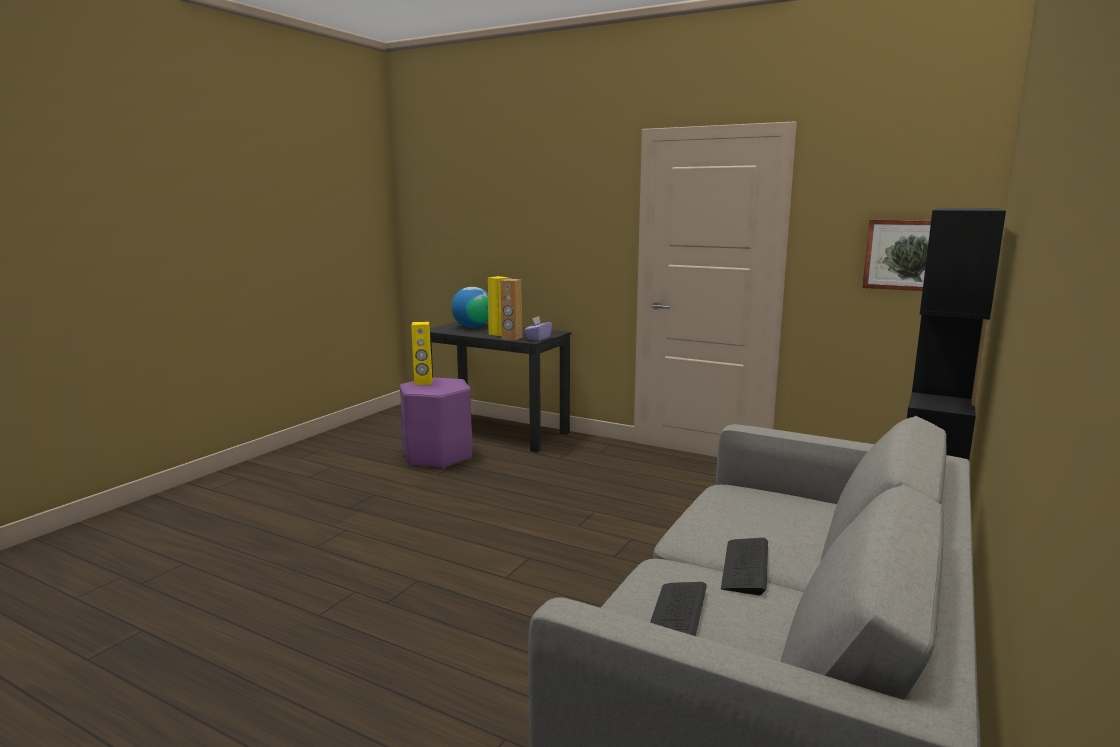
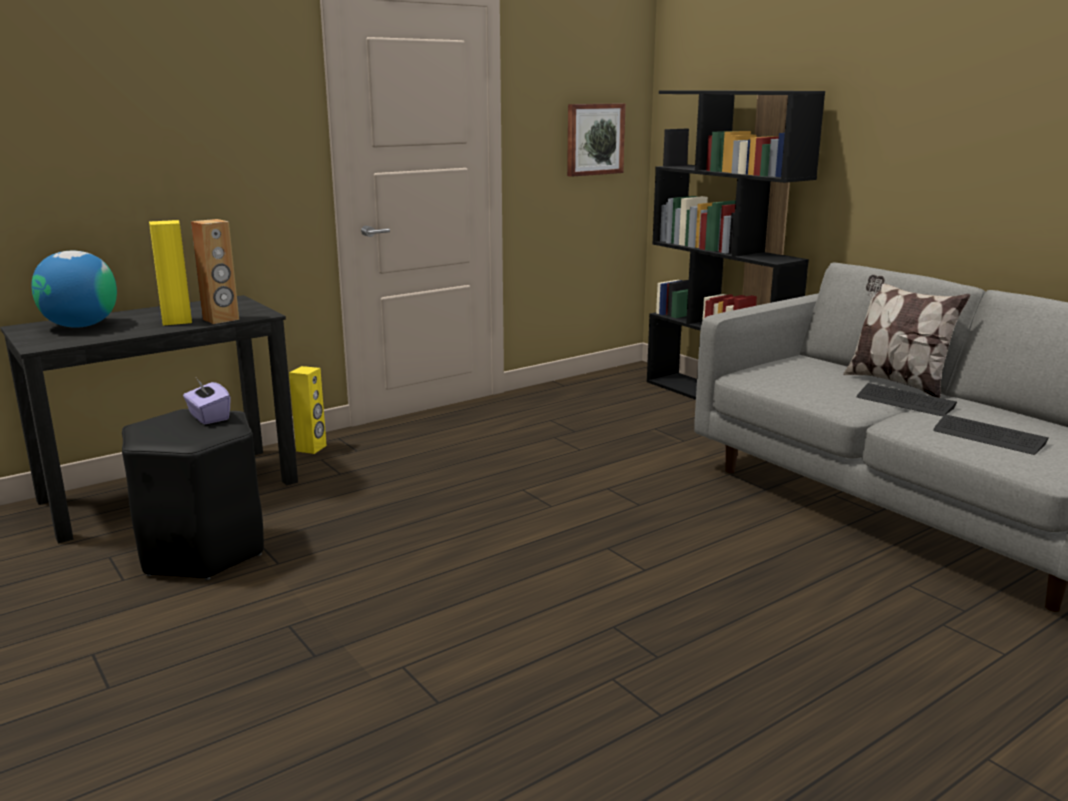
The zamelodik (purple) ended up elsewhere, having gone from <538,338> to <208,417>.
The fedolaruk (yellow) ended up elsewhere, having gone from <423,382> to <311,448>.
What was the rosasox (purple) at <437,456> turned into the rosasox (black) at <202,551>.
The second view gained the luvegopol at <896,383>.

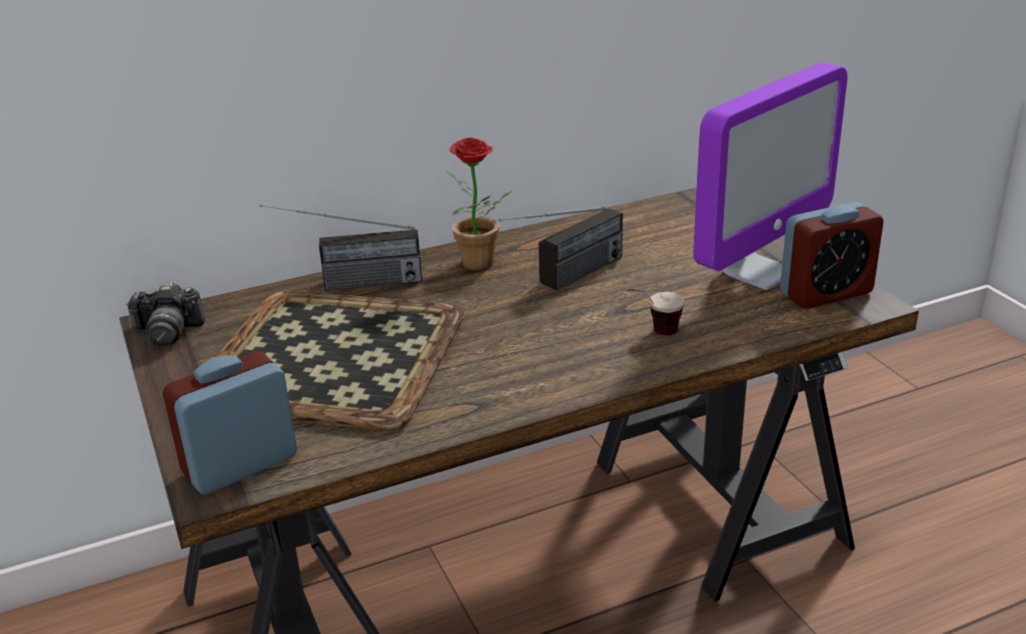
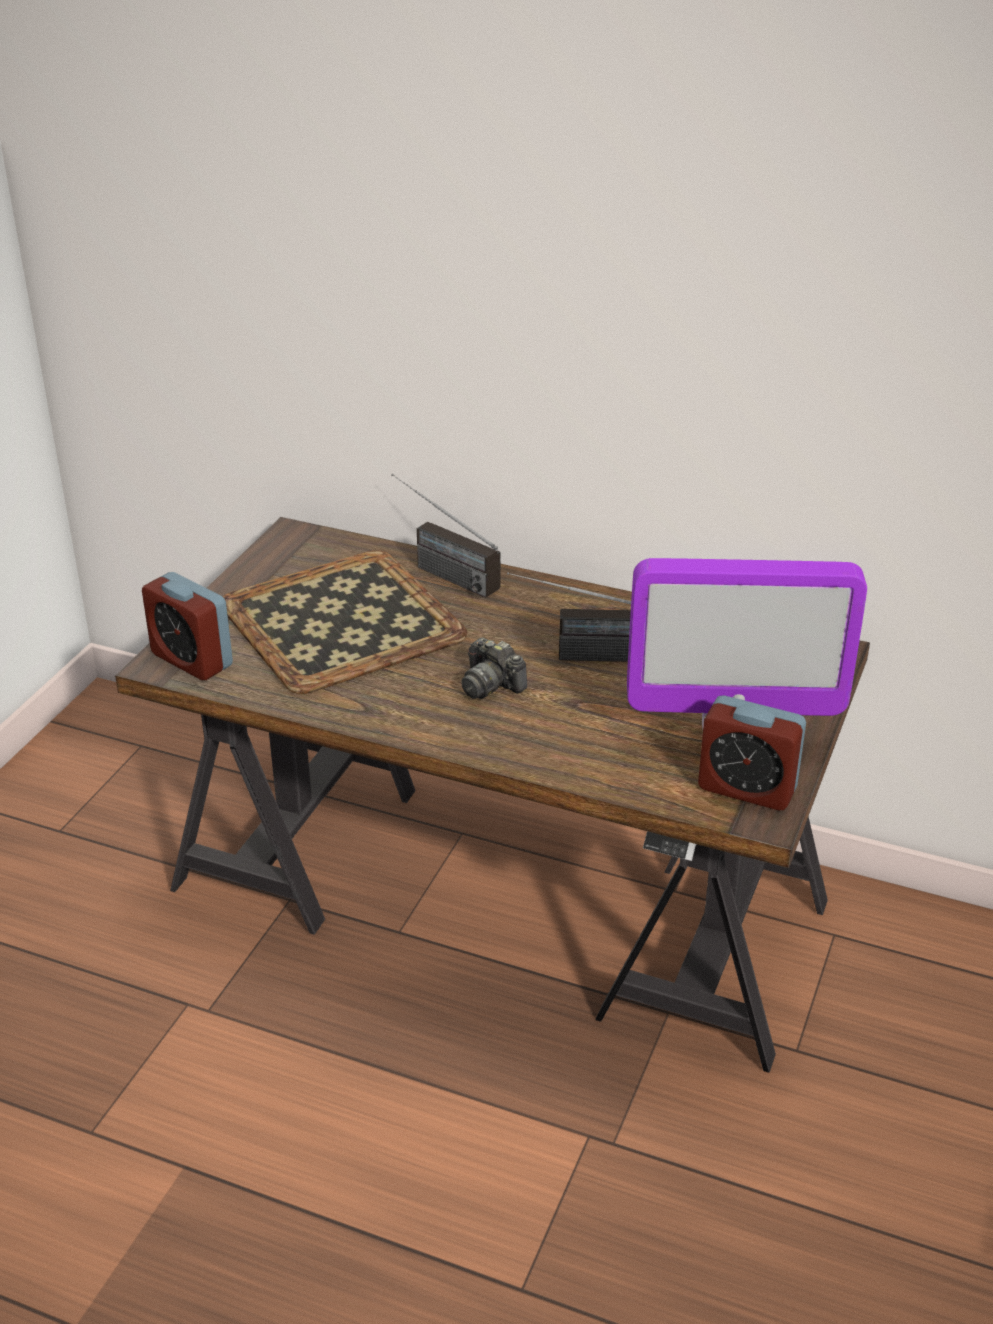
The second view lost the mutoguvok at <480,266>.
The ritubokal ended up elsewhere, having gone from <168,331> to <491,684>.
The second view lost the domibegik at <653,333>.
The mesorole at <240,465> ended up facing another way, 150 degrees counterclockwise from before.

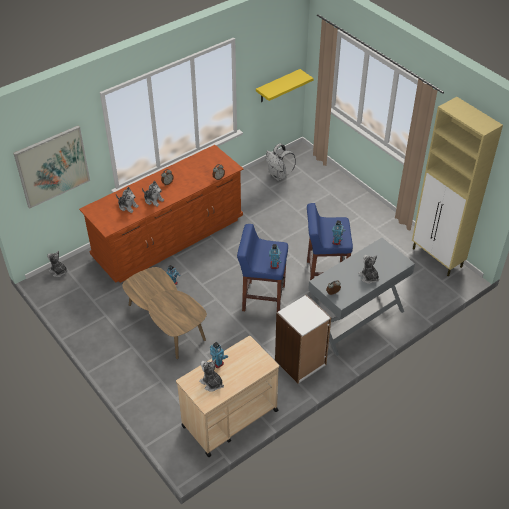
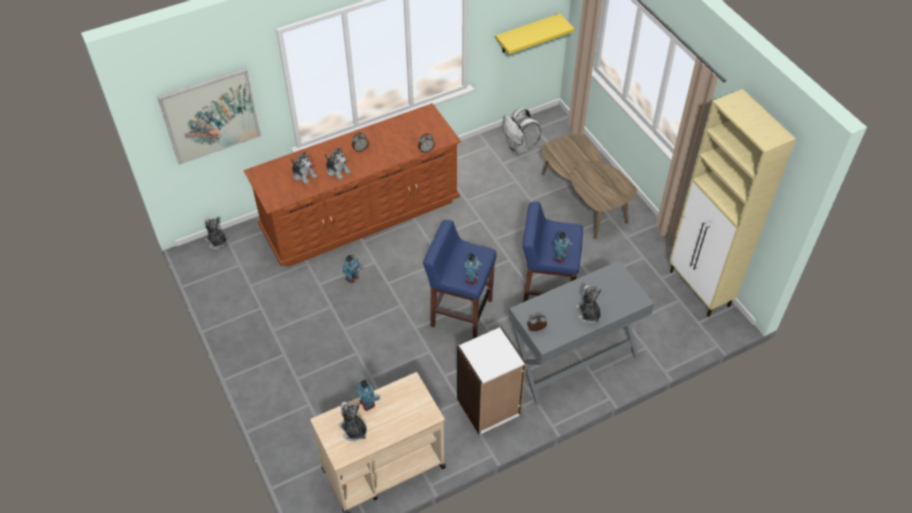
The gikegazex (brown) ended up elsewhere, having gone from <166,323> to <583,199>.

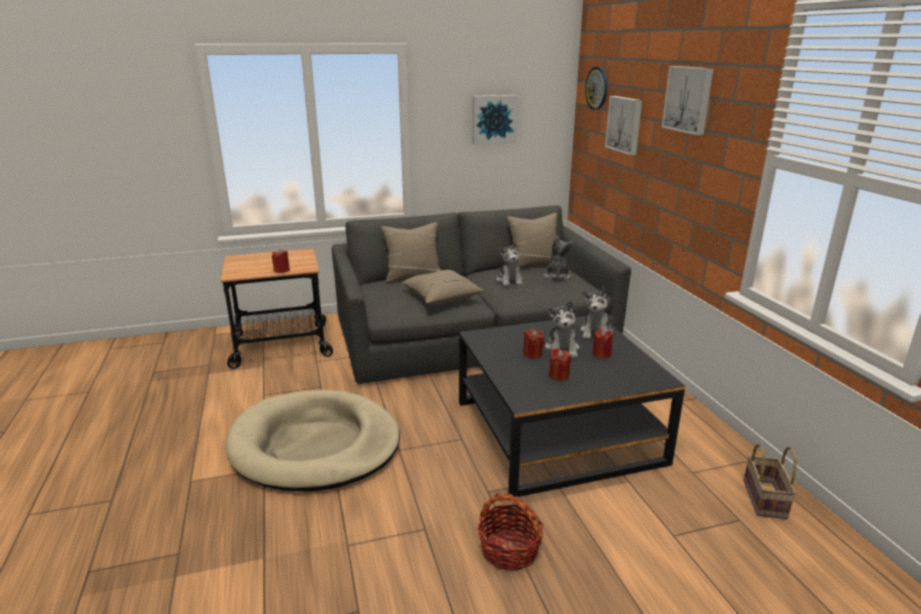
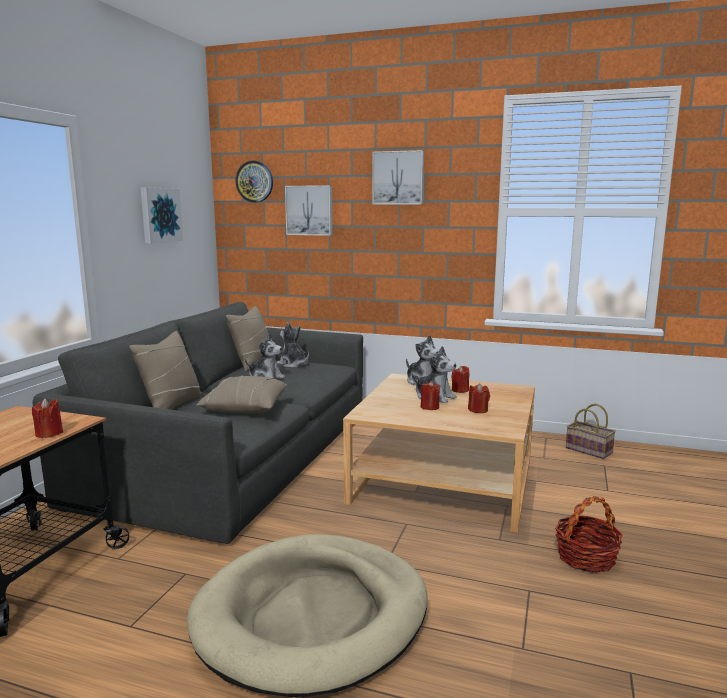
What was the gikegazex (black) at <557,431> turned into the gikegazex (beige) at <444,480>.

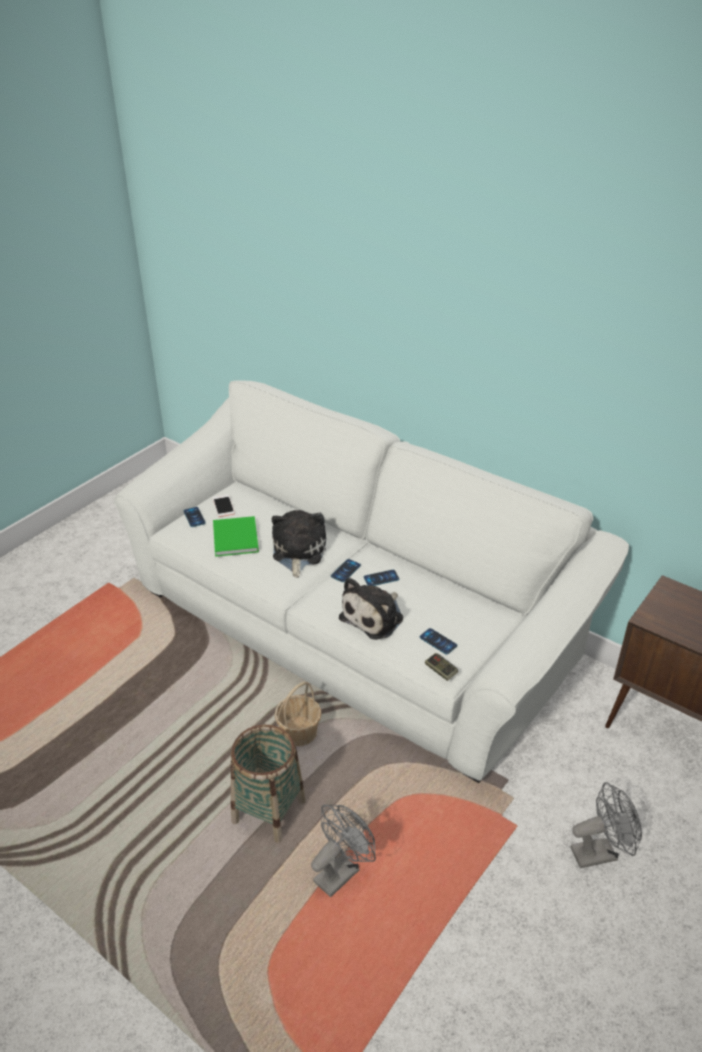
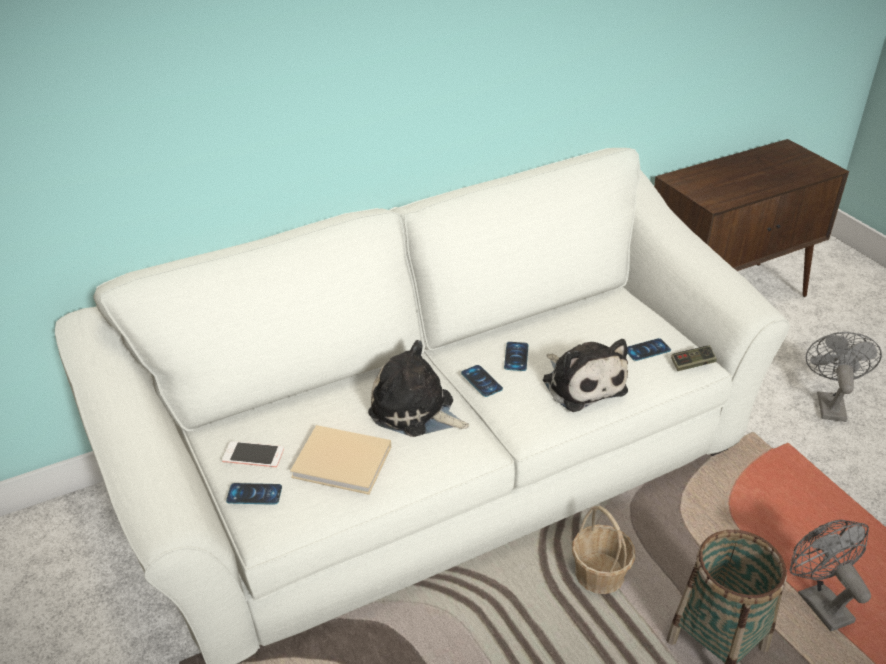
What was the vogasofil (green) at <235,539> turned into the vogasofil (beige) at <344,462>.

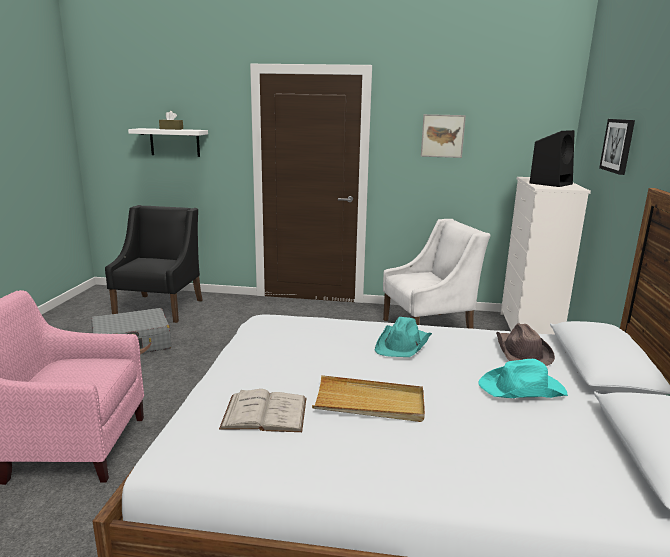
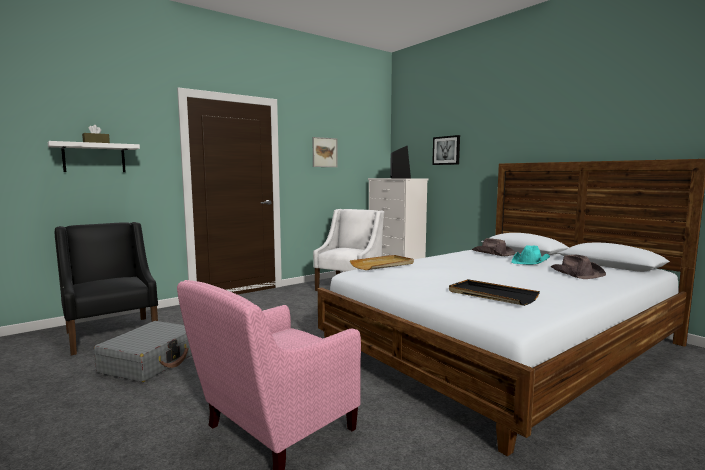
The second view lost the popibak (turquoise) at <403,344>.
The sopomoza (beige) ended up elsewhere, having gone from <369,403> to <383,265>.
Where the vogasofil (white) stood at <265,413>, the sopomoza (black) came to stand at <491,295>.
The second view gained the popibak (brown) at <577,273>.

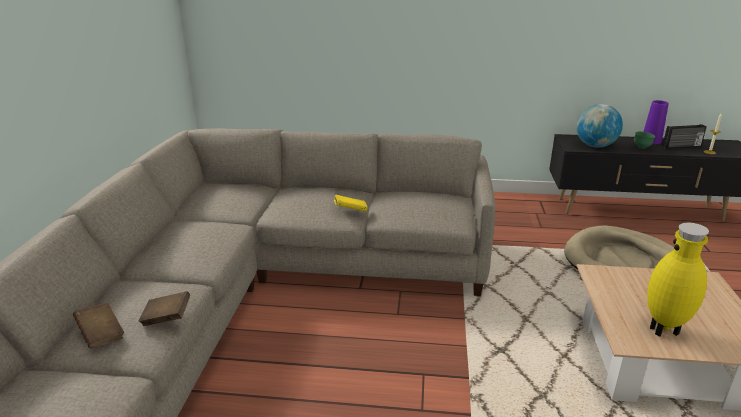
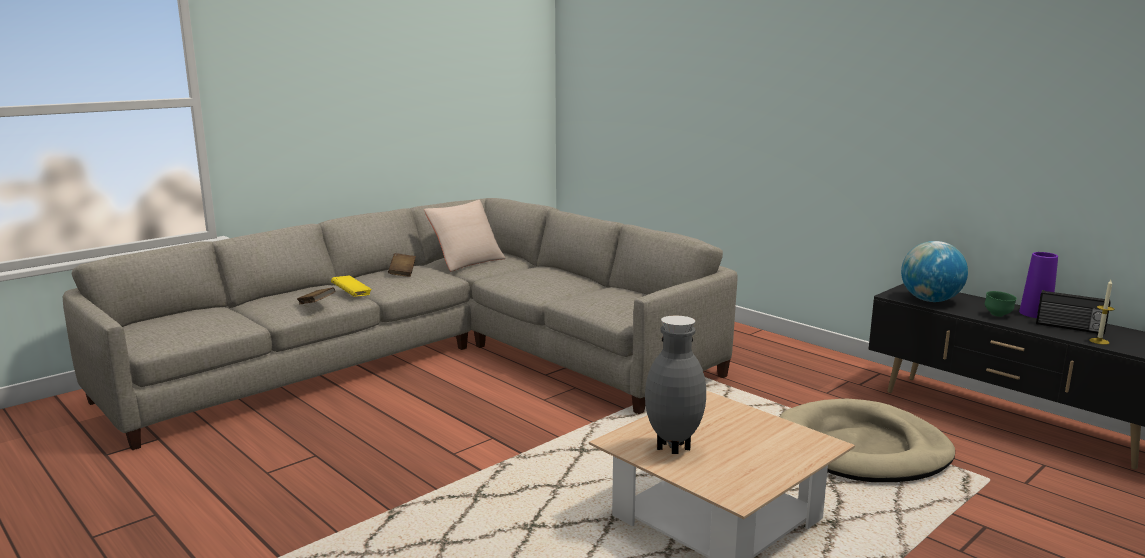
The vogasofil (yellow) ended up elsewhere, having gone from <350,211> to <352,295>.
What was the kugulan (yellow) at <665,330> turned into the kugulan (grey) at <673,449>.
The vogasofil (brown) ended up elsewhere, having gone from <101,335> to <402,273>.
The second view gained the luvegopol (beige) at <466,261>.

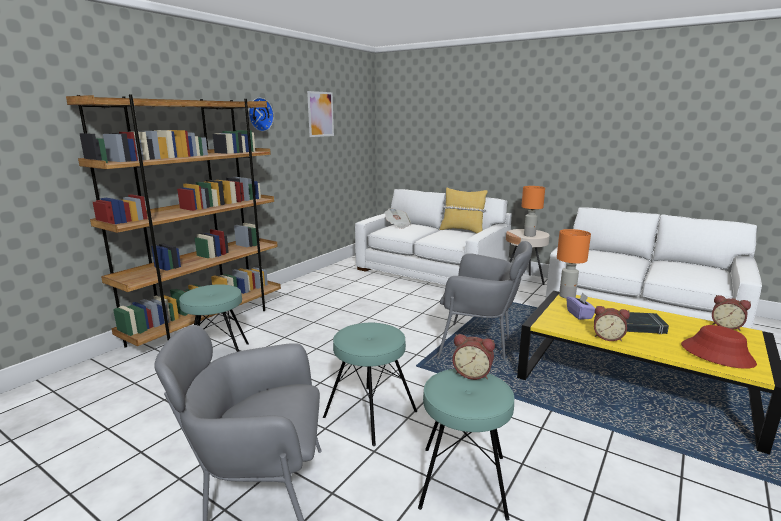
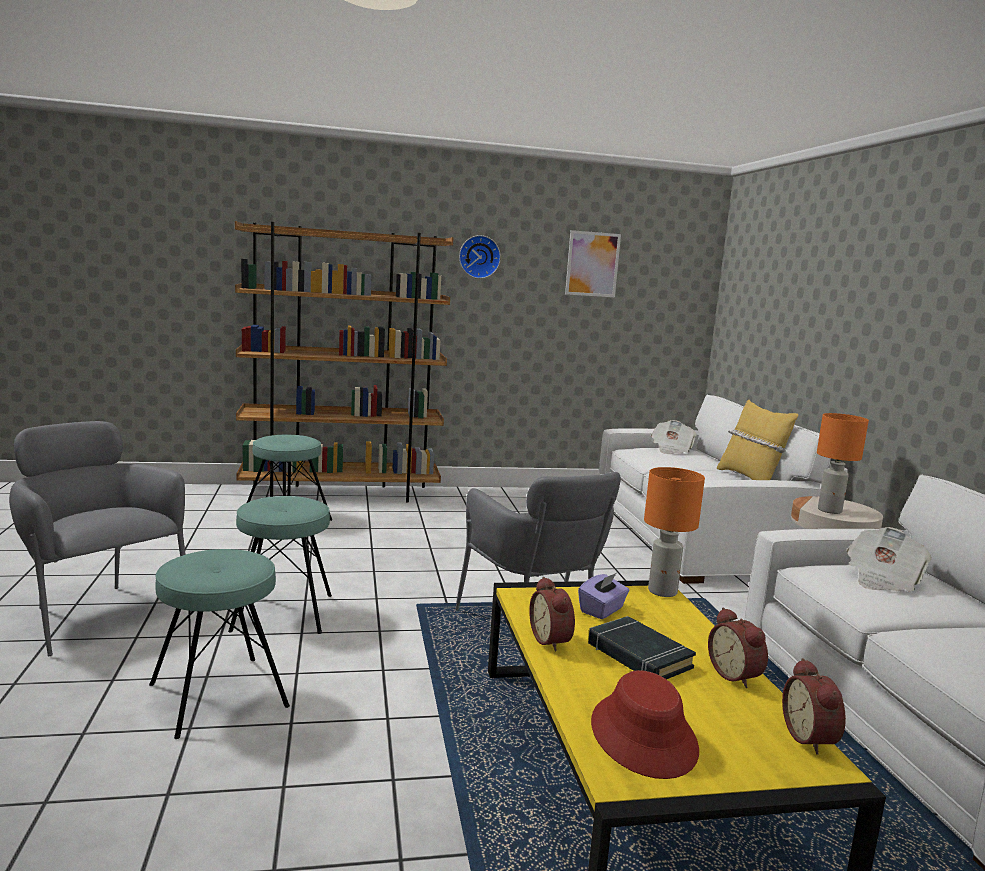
The mesorole ended up elsewhere, having gone from <472,373> to <736,675>.
The second view gained the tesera at <882,579>.

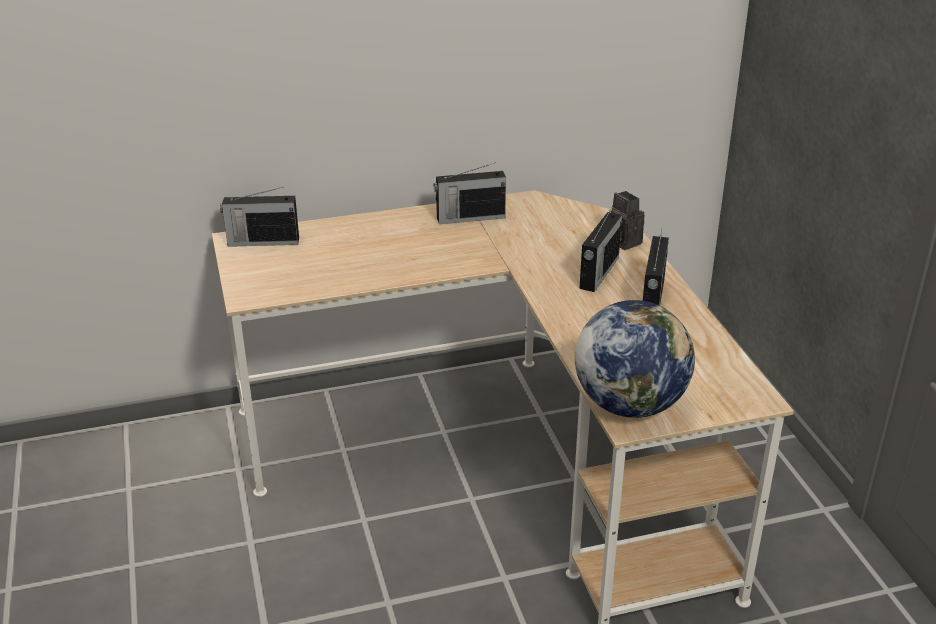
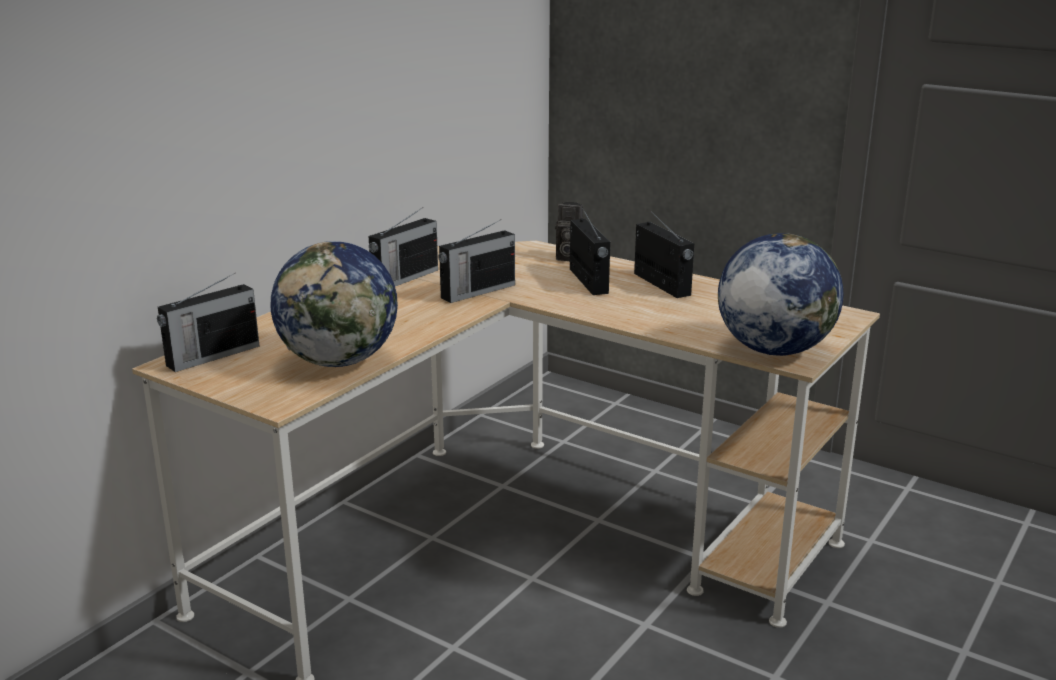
The second view gained the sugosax at <476,291>.
The second view gained the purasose at <339,361>.

